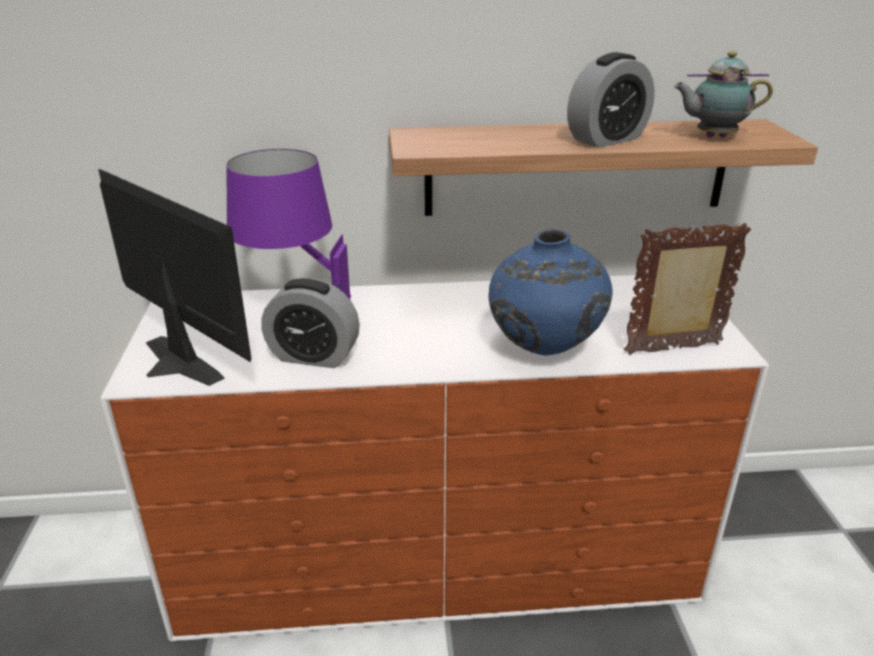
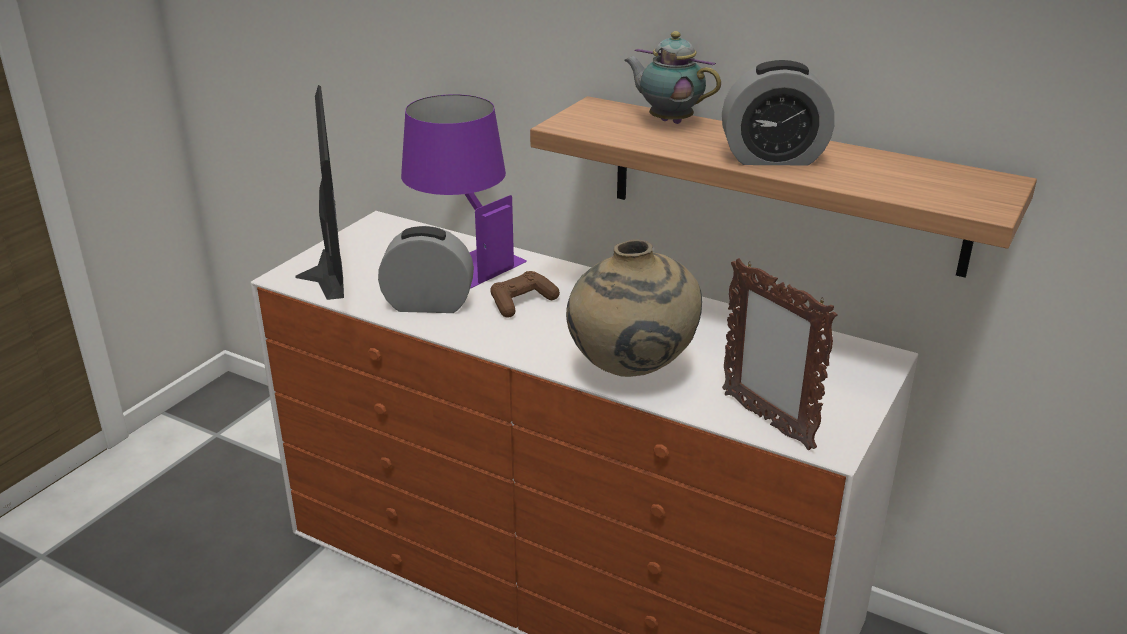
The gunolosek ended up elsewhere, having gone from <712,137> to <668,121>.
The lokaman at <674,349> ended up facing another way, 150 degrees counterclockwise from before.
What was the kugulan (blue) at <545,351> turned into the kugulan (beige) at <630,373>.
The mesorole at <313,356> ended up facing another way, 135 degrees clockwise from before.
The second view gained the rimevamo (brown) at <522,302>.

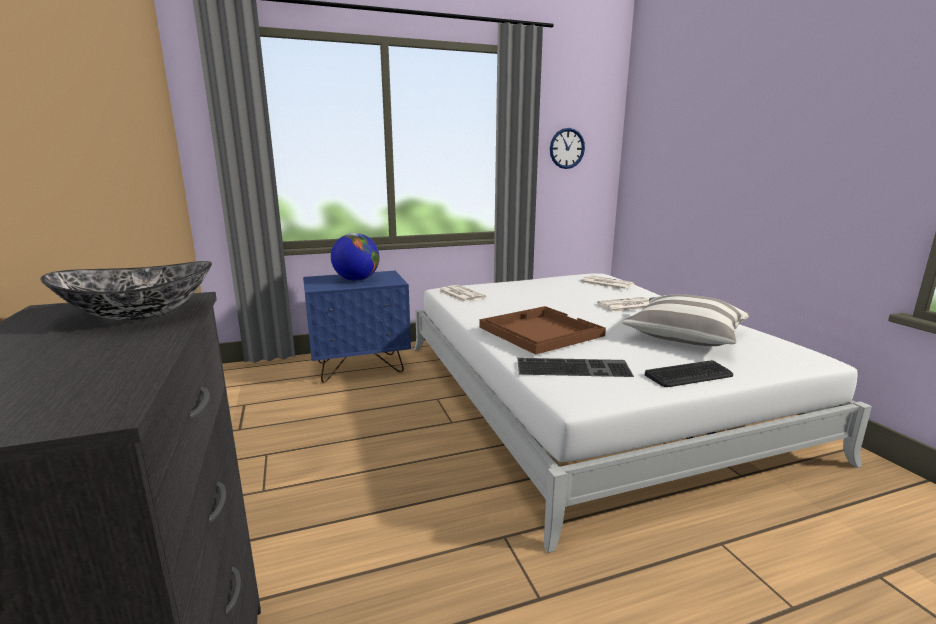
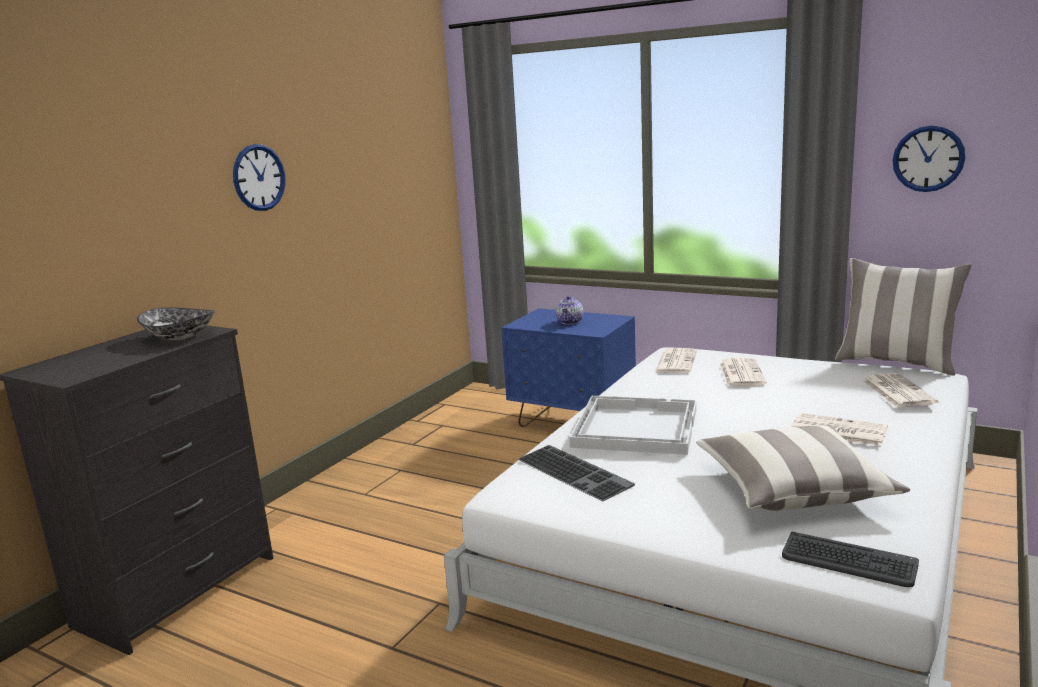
Where the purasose stood at <356,280>, the gunolosek came to stand at <570,322>.
What was the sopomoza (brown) at <539,331> turned into the sopomoza (white) at <634,427>.
The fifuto ended up elsewhere, having gone from <689,375> to <848,561>.
The second view gained the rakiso at <259,177>.
The second view gained the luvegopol at <896,363>.
The second view gained the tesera at <741,373>.

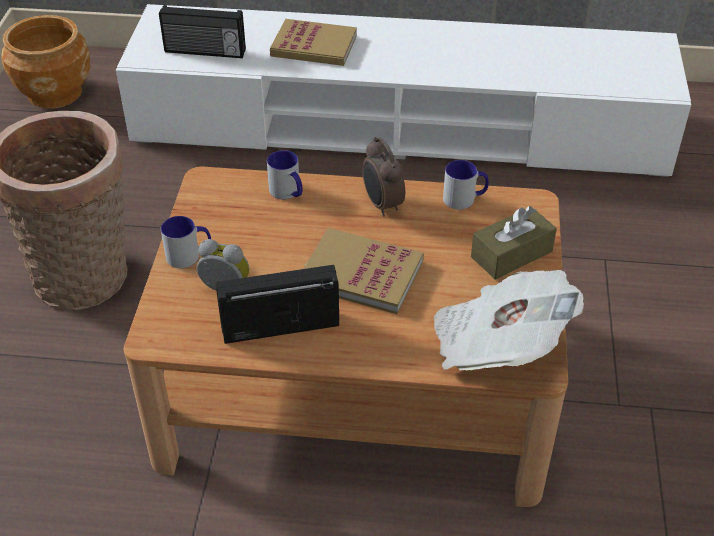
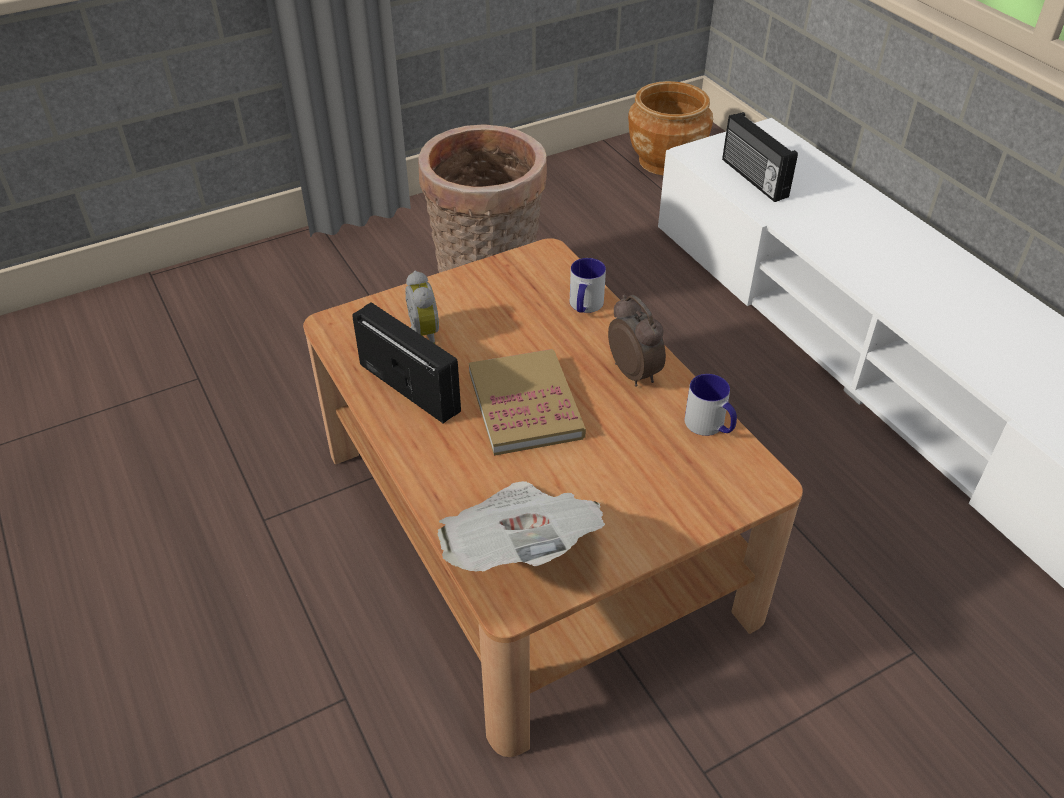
The second view lost the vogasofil at <314,46>.
The mesorole at <382,205> ended up facing another way, 120 degrees clockwise from before.
The second view lost the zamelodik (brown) at <511,254>.
The second view lost the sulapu at <189,255>.

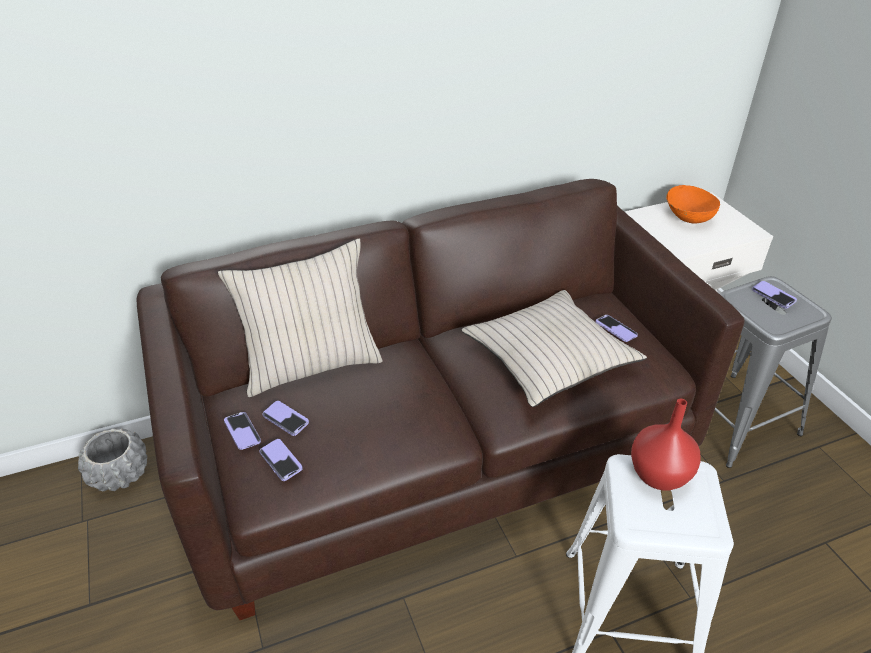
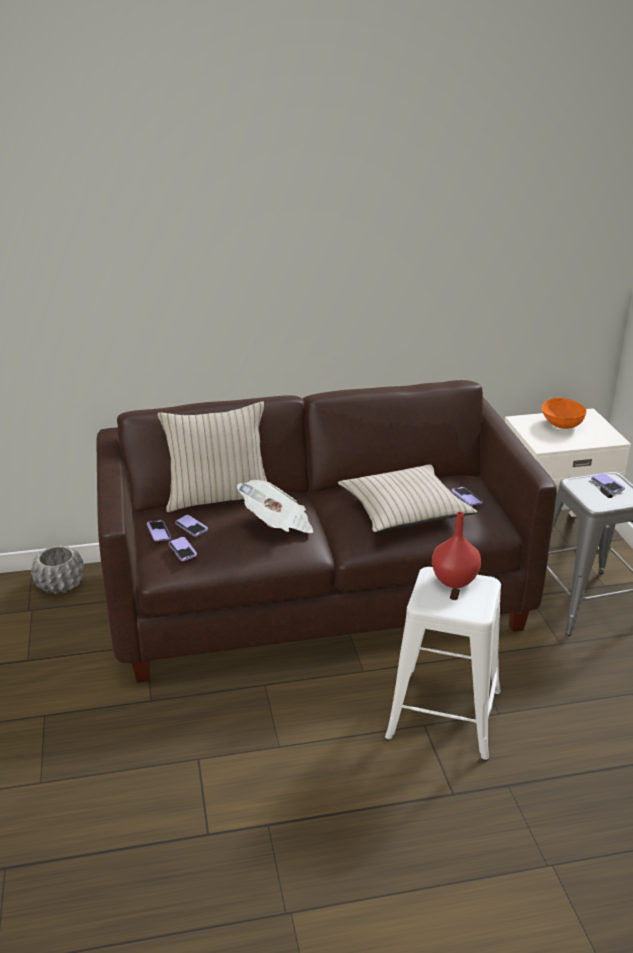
The second view gained the tesera at <277,524>.

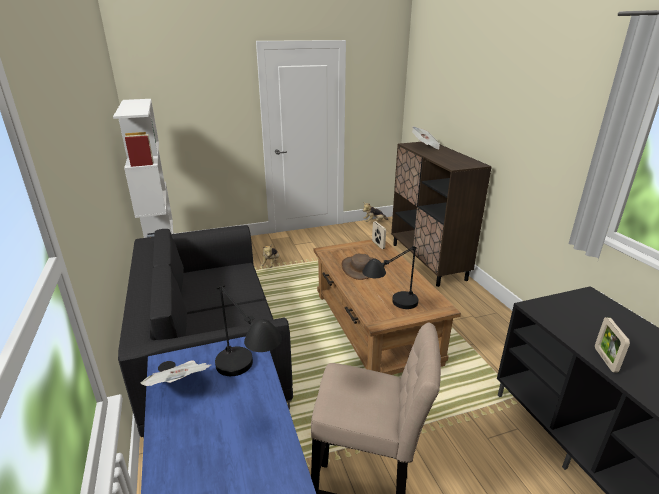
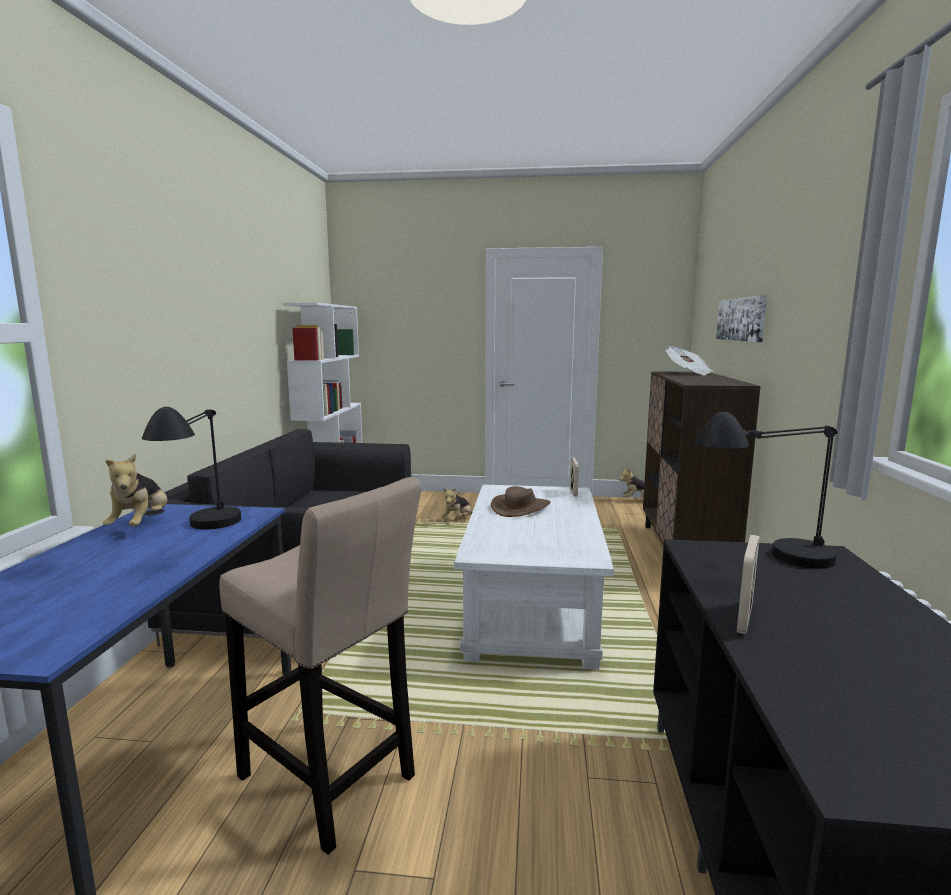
What was the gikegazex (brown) at <374,326> turned into the gikegazex (white) at <532,603>.
The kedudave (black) ended up elsewhere, having gone from <391,311> to <765,564>.
Where the tesera stood at <180,385>, the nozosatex came to stand at <141,524>.
The second view gained the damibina at <741,319>.

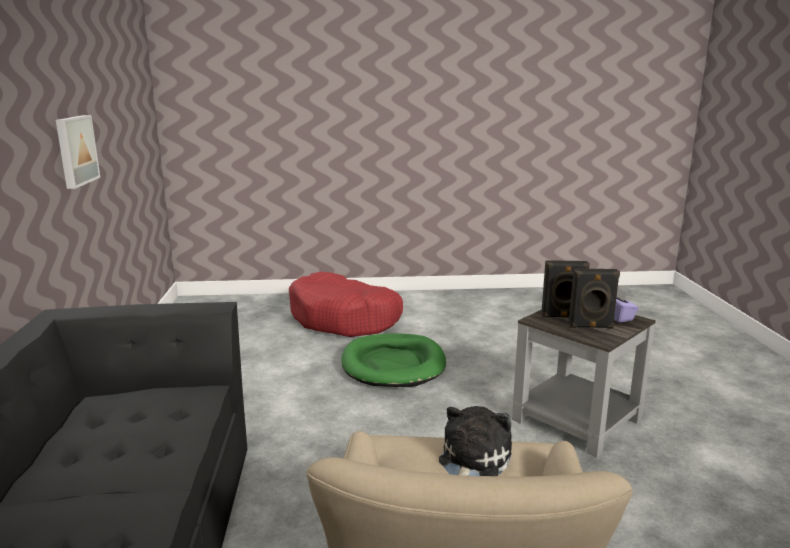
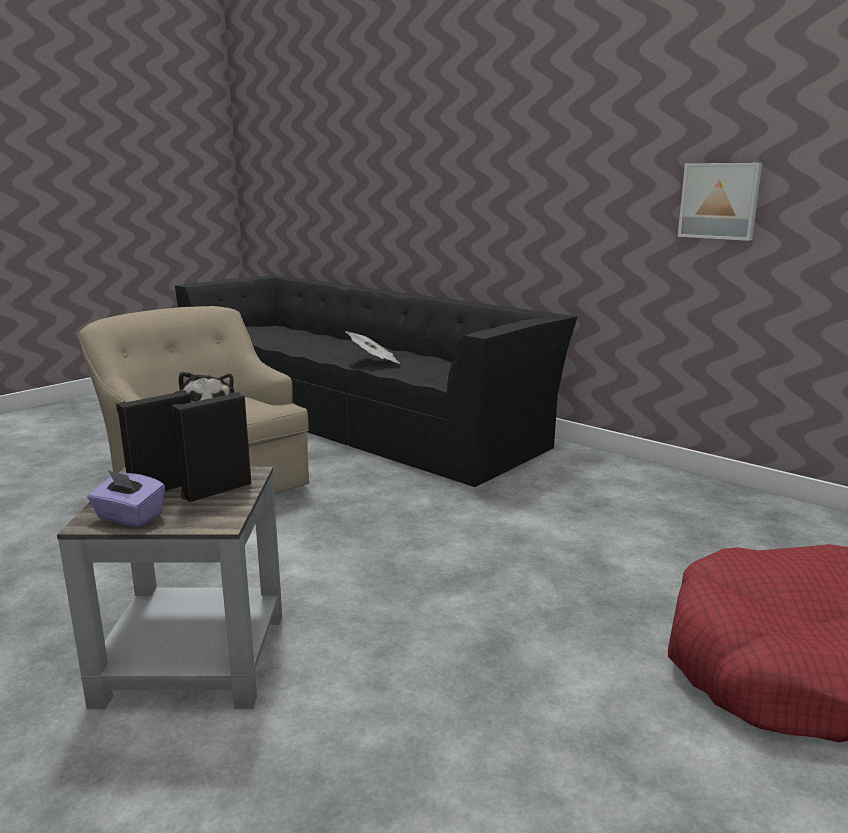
The second view lost the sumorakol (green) at <393,364>.
The second view gained the tesera at <374,362>.

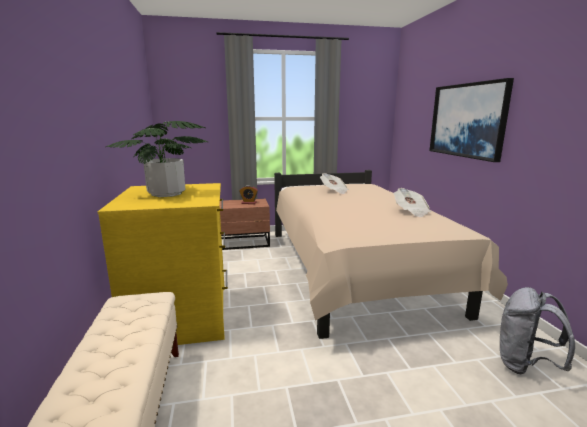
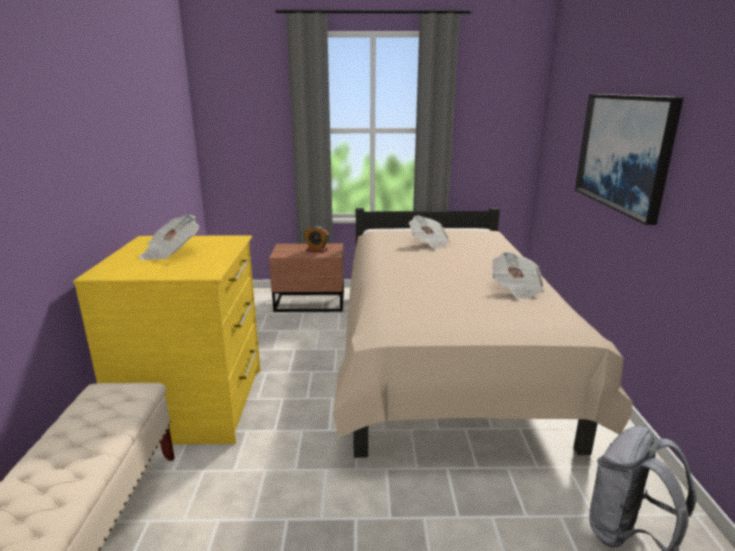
Where the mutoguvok stood at <166,194>, the tesera came to stand at <171,253>.

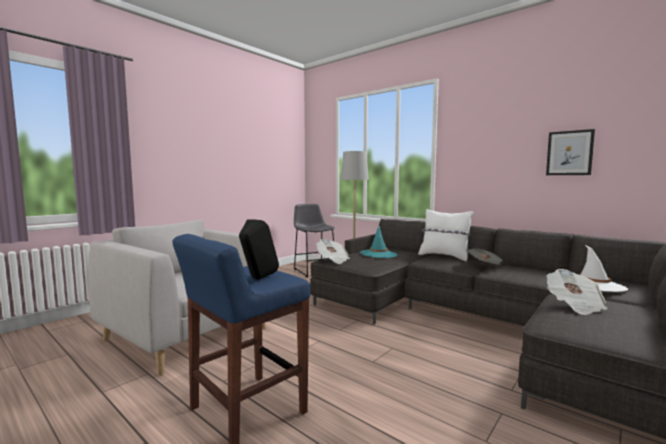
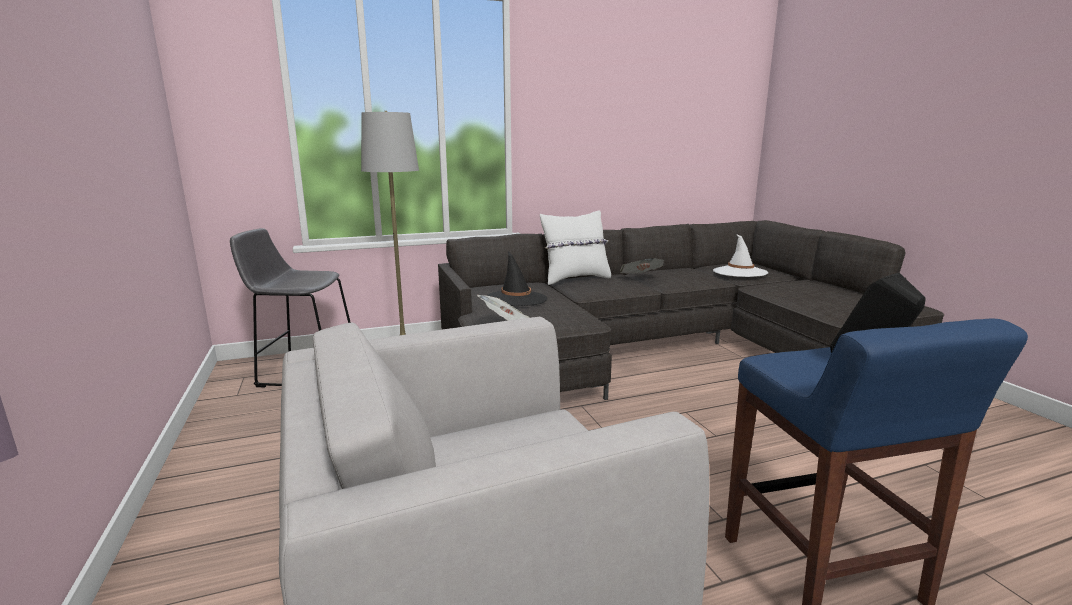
The second view lost the damibina at <569,153>.
What was the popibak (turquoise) at <378,254> turned into the popibak (black) at <516,299>.
The second view lost the tesera at <574,305>.

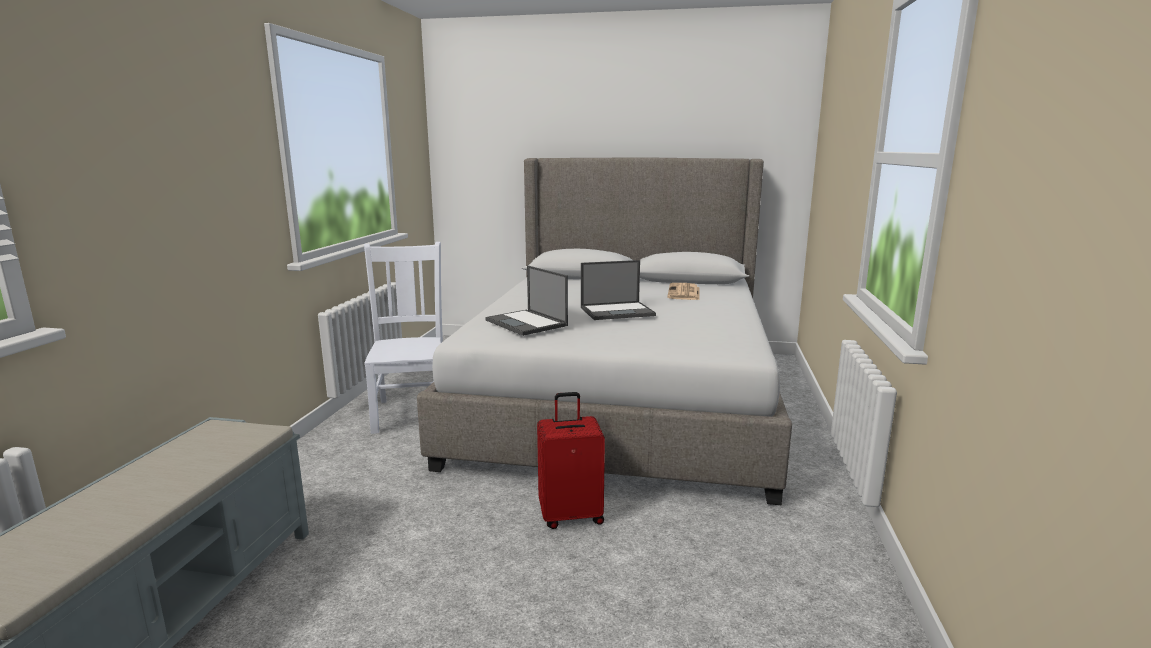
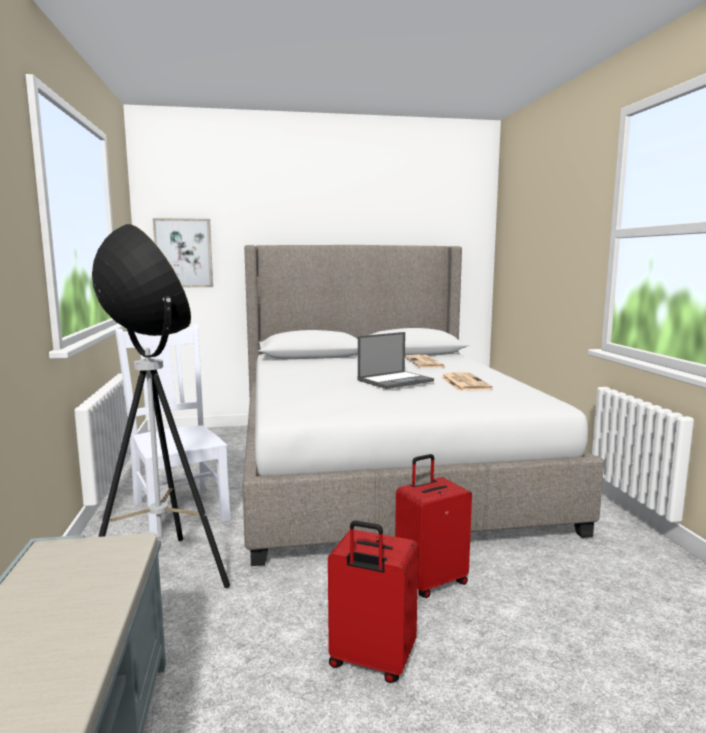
The second view lost the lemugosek at <527,323>.
The second view gained the damibina at <183,253>.
The second view gained the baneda at <161,576>.
The second view gained the tesera at <464,382>.
The second view gained the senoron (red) at <371,662>.

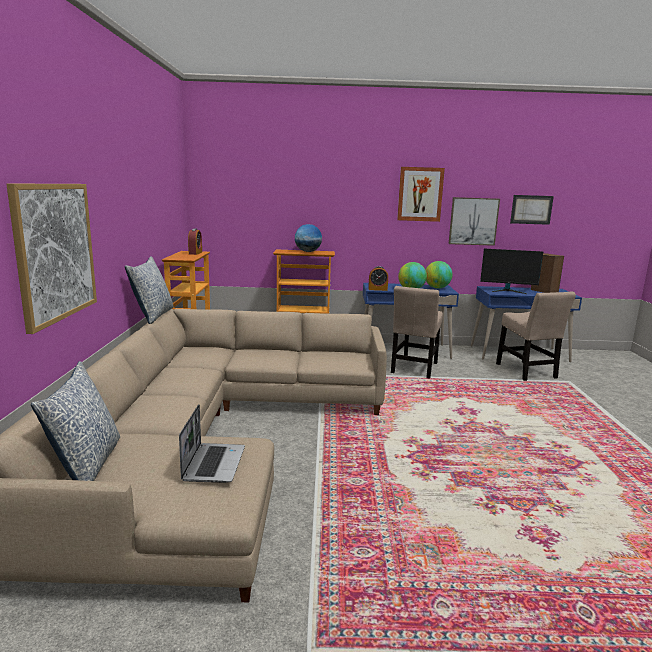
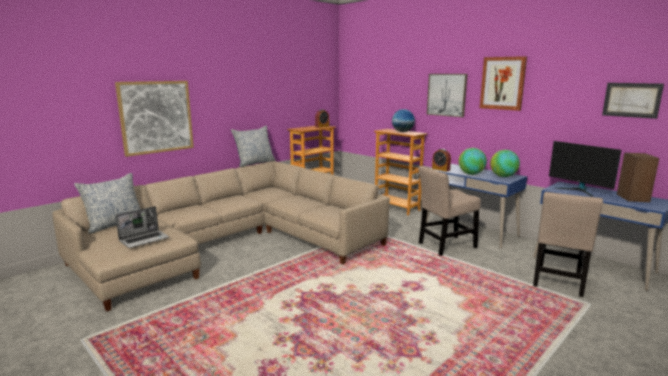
The damibina ended up elsewhere, having gone from <473,221> to <446,95>.

